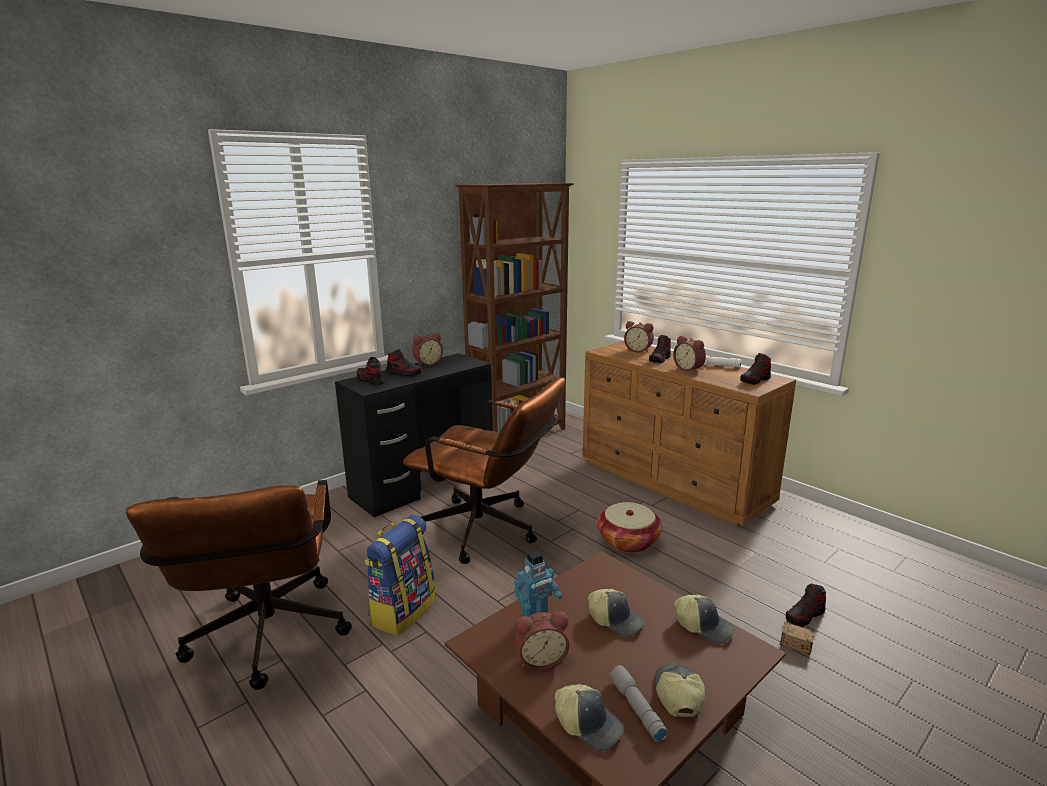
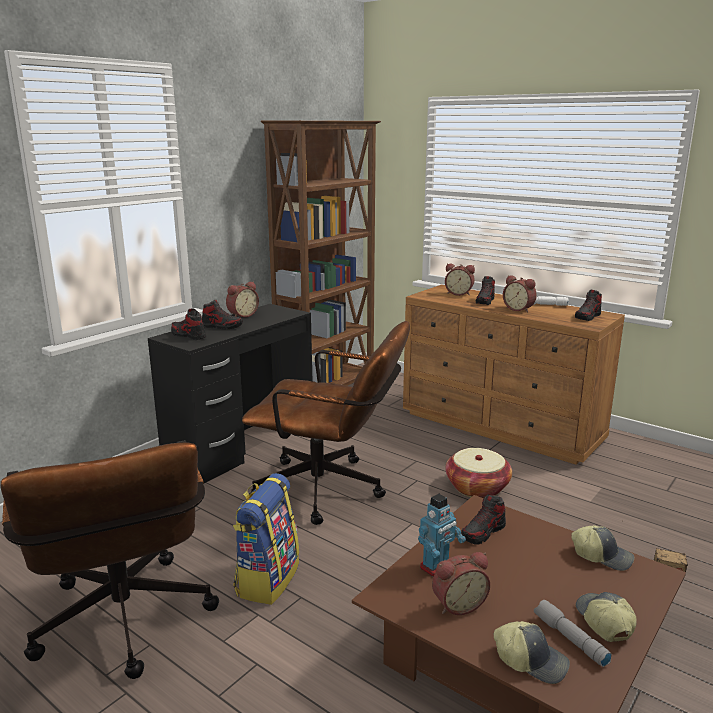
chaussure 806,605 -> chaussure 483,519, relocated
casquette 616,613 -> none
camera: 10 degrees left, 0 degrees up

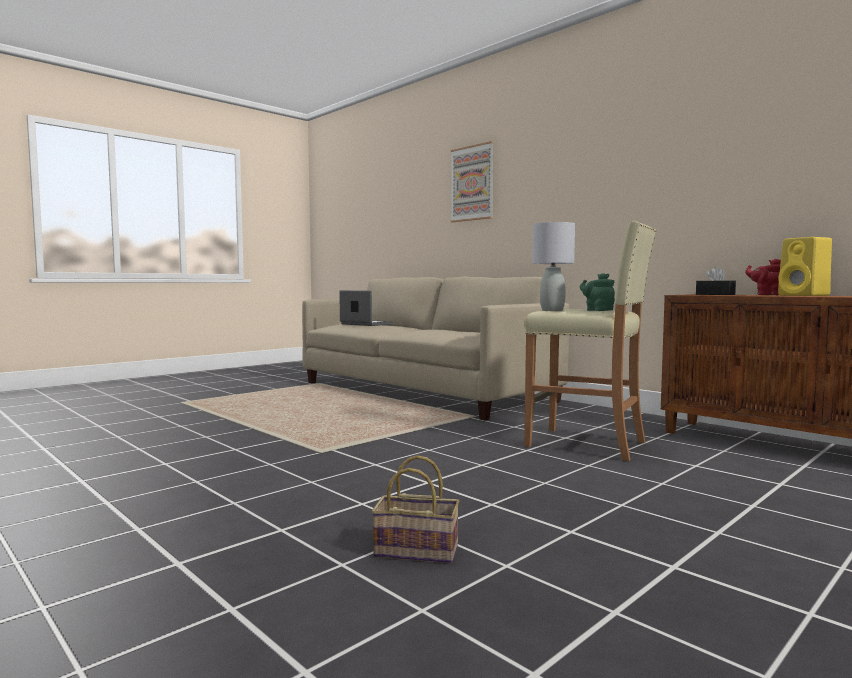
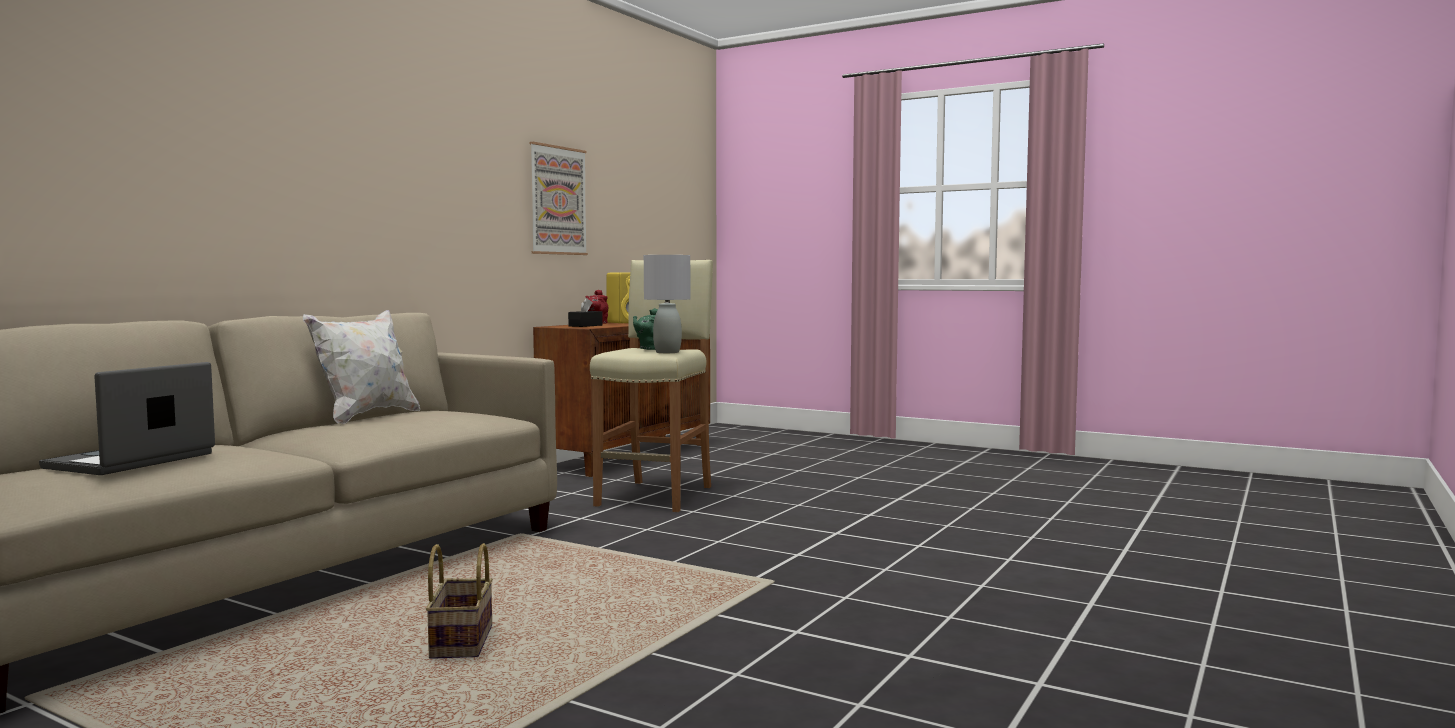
tableau 472,181 -> tableau 559,198, relocated
panier 415,509 -> panier 459,601, relocated
none -> coussin (blanc) 361,367
camera: 105 degrees left, 0 degrees up

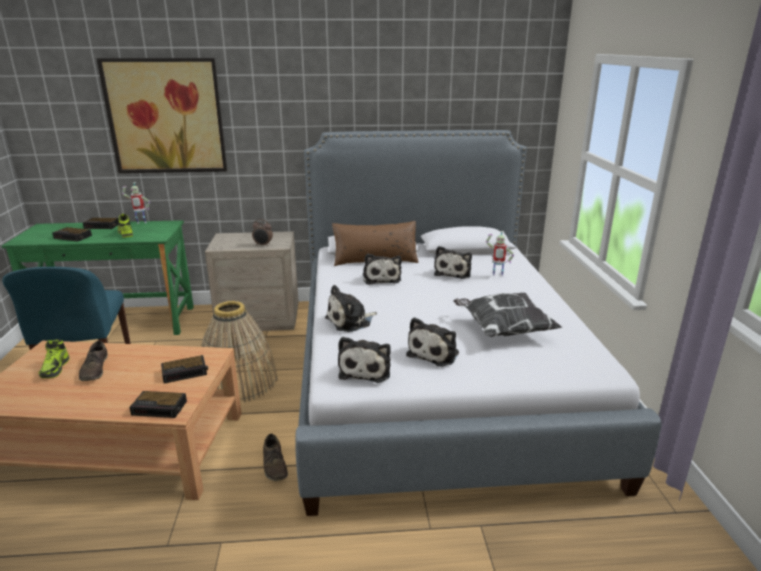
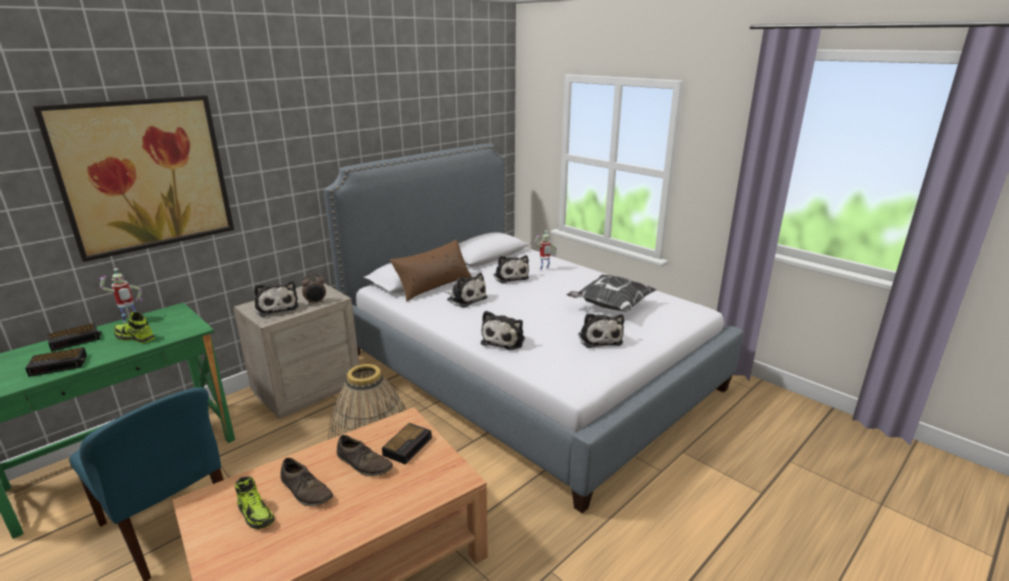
peluche 364,360 -> peluche 276,299, relocated
réveil 158,404 -> none
chaussure (marron) 275,457 -> chaussure (marron) 365,455, relocated
camera: 40 degrees left, 0 degrees up

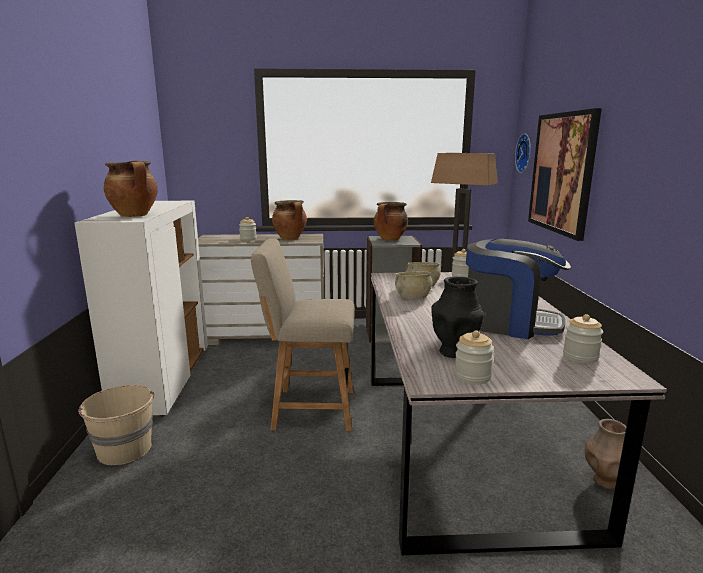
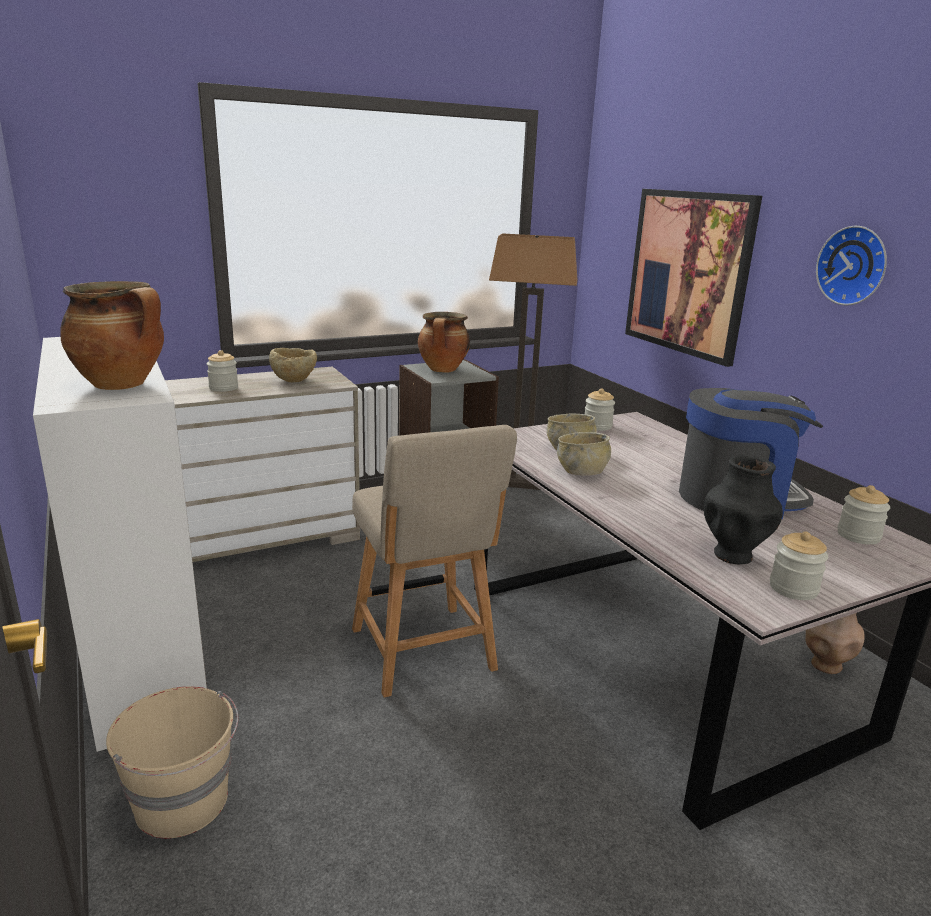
horloge murale 523,153 -> horloge murale 851,266, relocated
marmite 289,220 -> bol (beige) 293,365
chaise (beige) 303,334 -> chaise (beige) 434,561, 90 degrees counterclockwise
camera: 25 degrees left, 5 degrees up

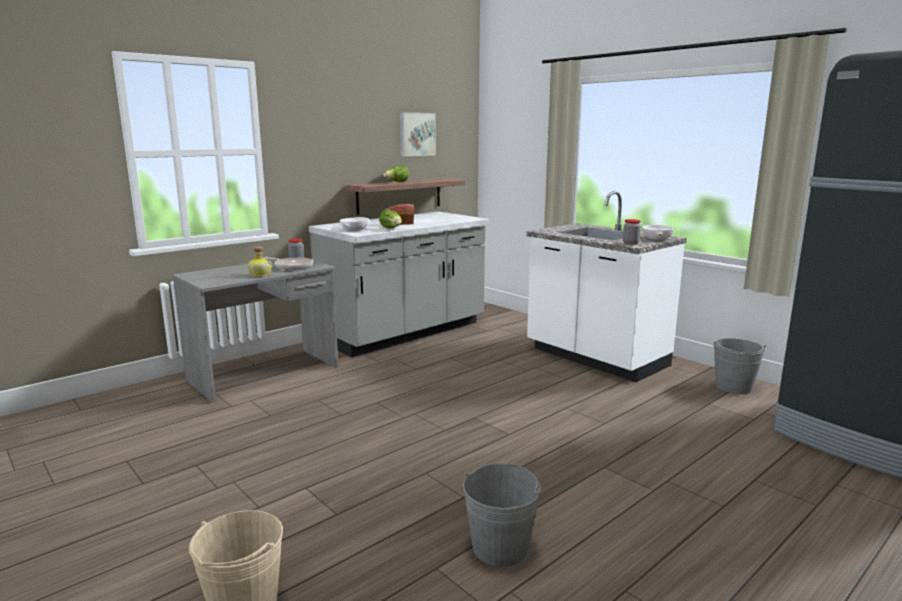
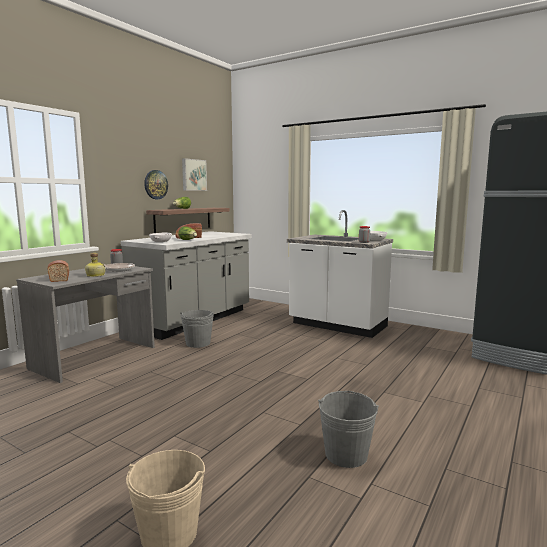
seau (gris) 740,366 -> seau (gris) 197,329, relocated
none -> horloge murale 156,184
none -> pain 58,271
camera: 15 degrees left, 5 degrees down

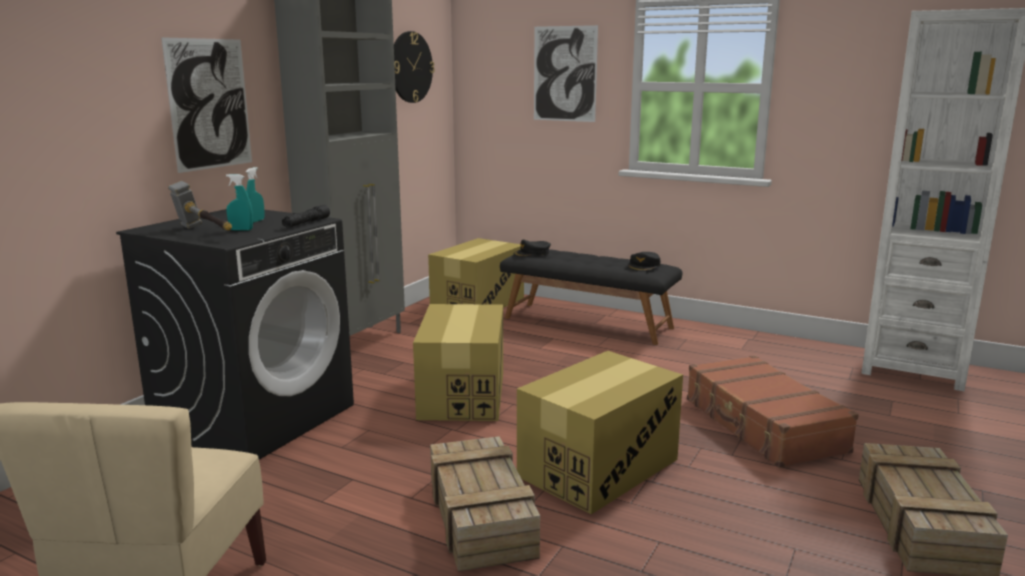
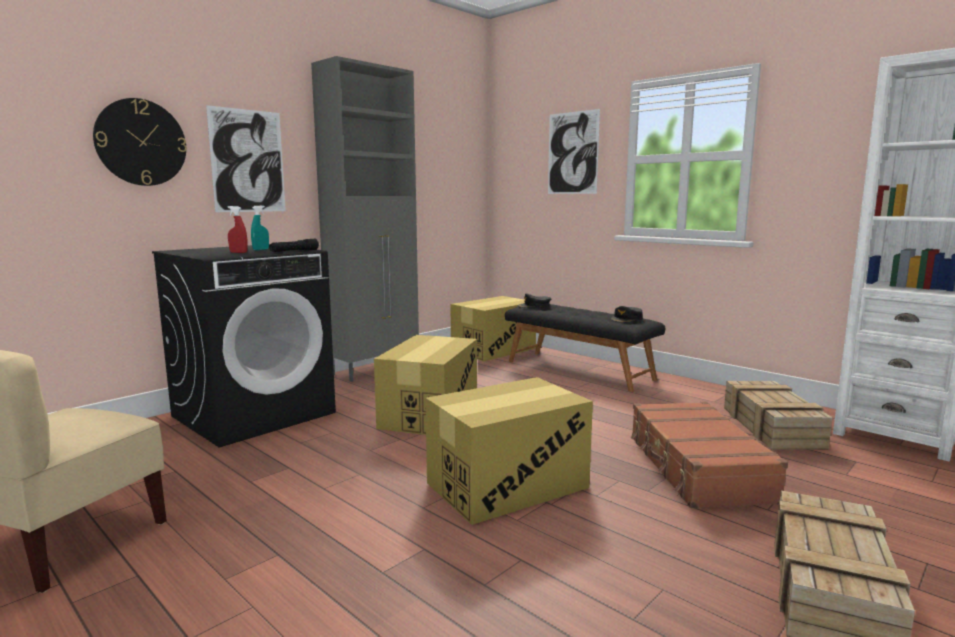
horloge murale 414,67 -> horloge murale 140,142, relocated
vaporisateur (turquoise) 239,202 -> vaporisateur (rouge) 238,229
marteau 200,206 -> none
caisse 485,504 -> caisse 778,415, relocated
camera: 15 degrees right, 5 degrees down

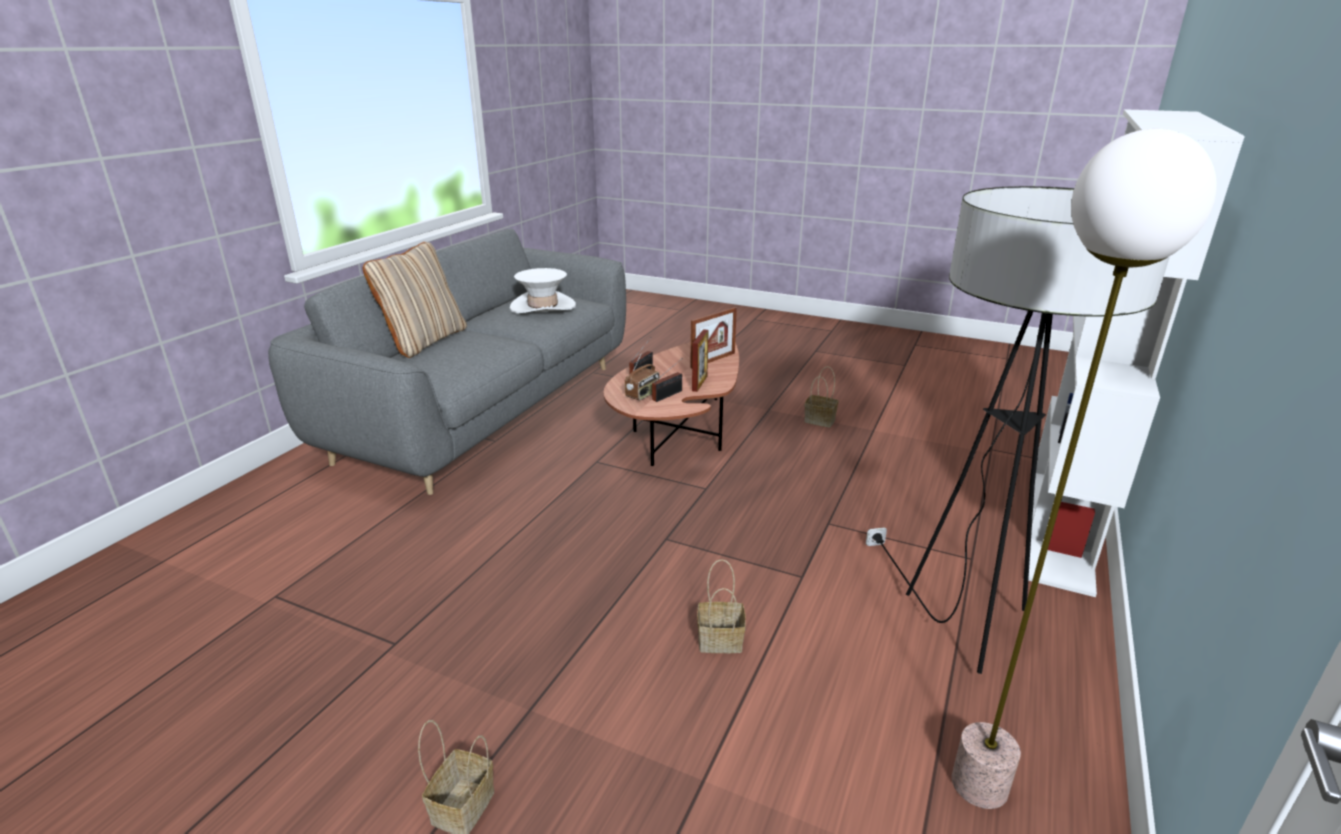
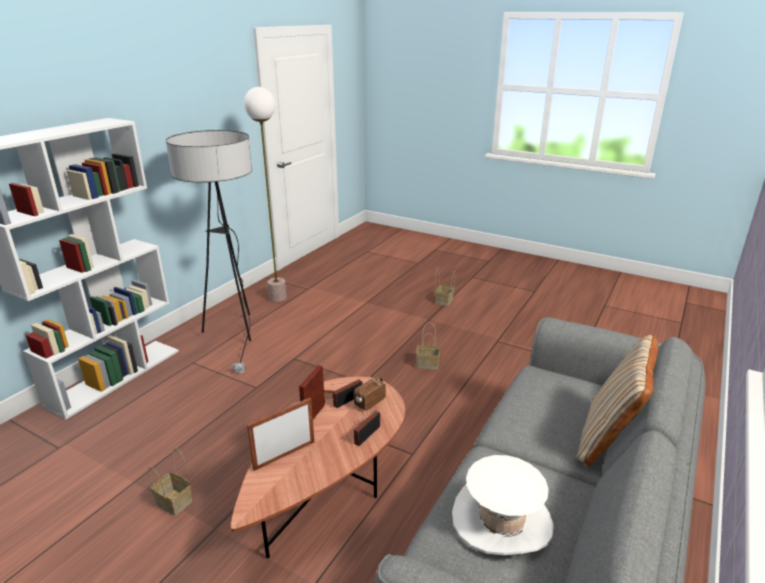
panier 721,606 -> panier 428,346, relocated
camera: 175 degrees left, 0 degrees up

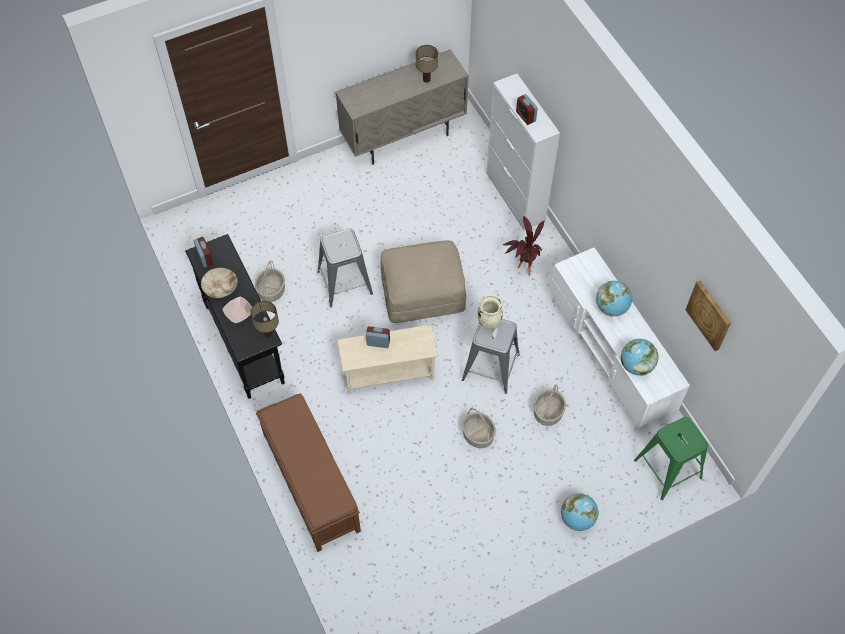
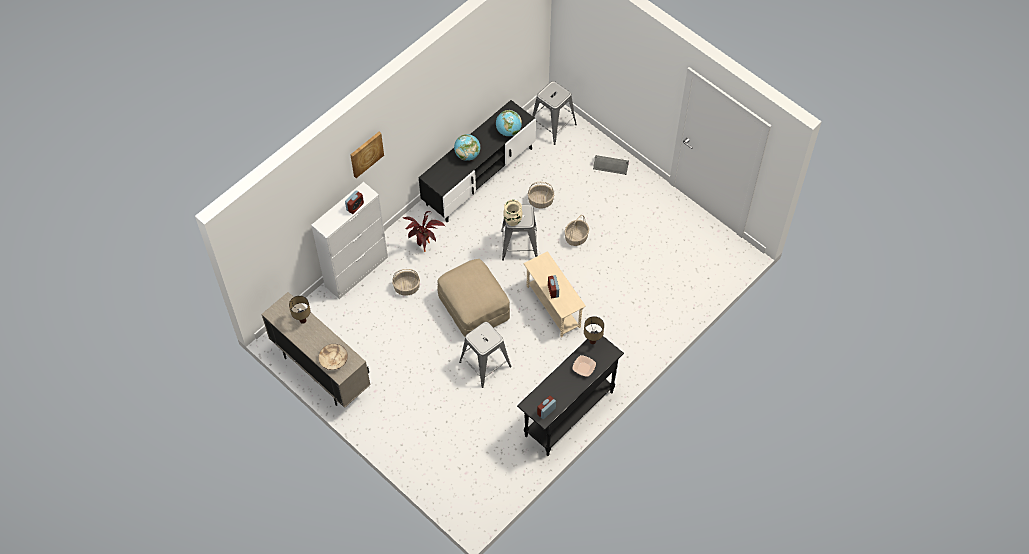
meuble télé (blanc) 620,339 -> meuble télé (noir) 477,161
panier 270,281 -> panier 406,282, relocated
bol (beige) 219,283 -> bol (beige) 333,357, relocated
tableau 708,316 -> tableau 367,155, relocated
banc (marron) 308,472 -> none
tabouret (vert) 671,458 -> tabouret (gris) 554,113
globe 579,512 -> enceinte (gris) 611,165
camera: 110 degrees left, 0 degrees up

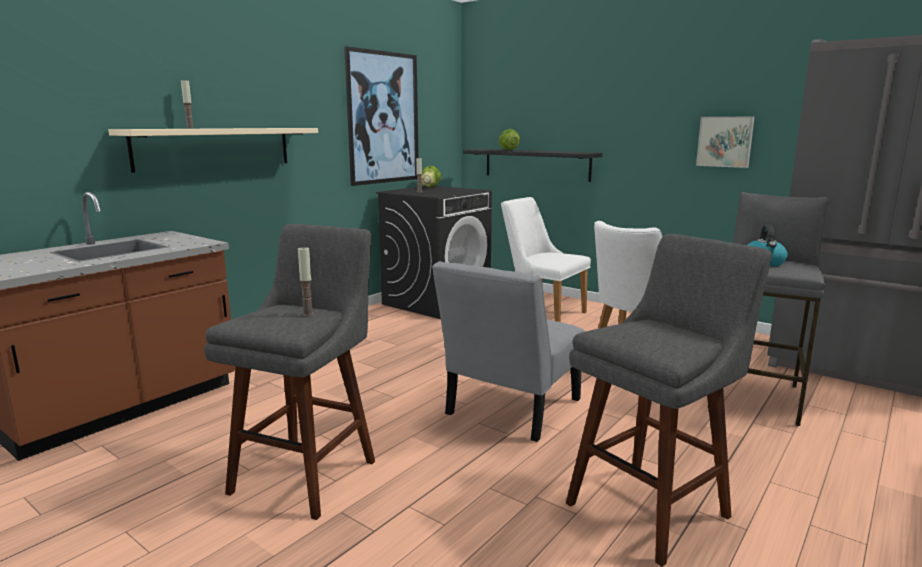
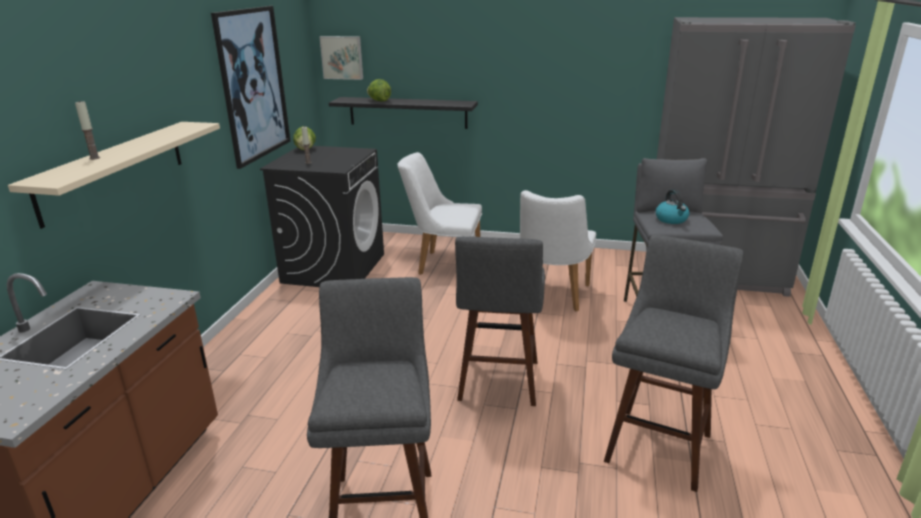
tableau 725,142 -> tableau 341,58, relocated
bougie 306,281 -> none
chaise (gris) 508,351 -> tabouret (gris) 500,321
camera: 25 degrees left, 10 degrees up

